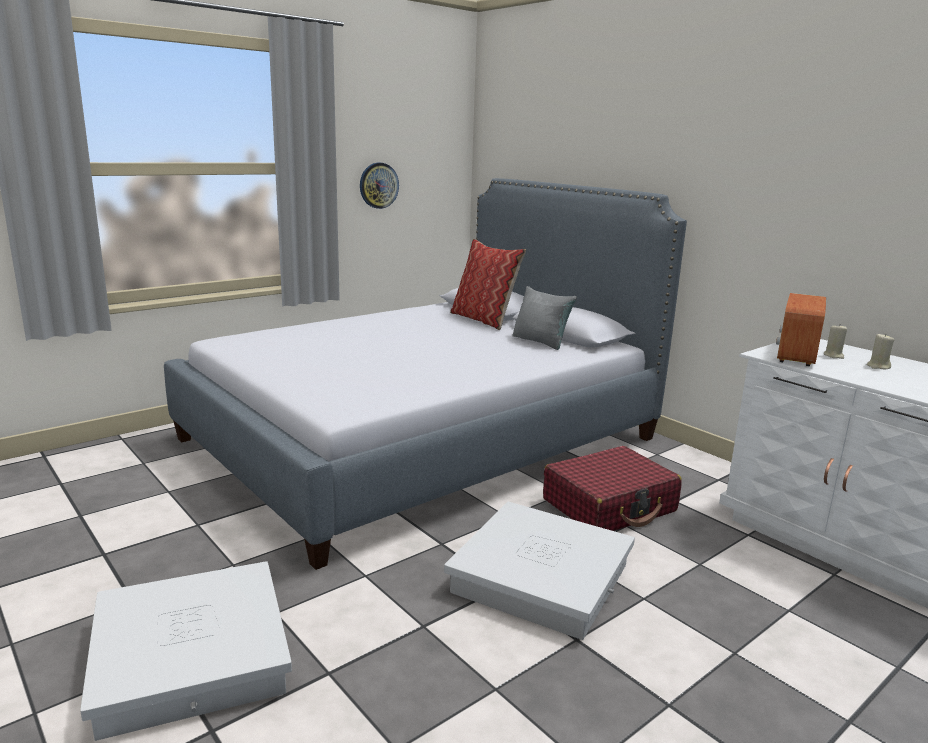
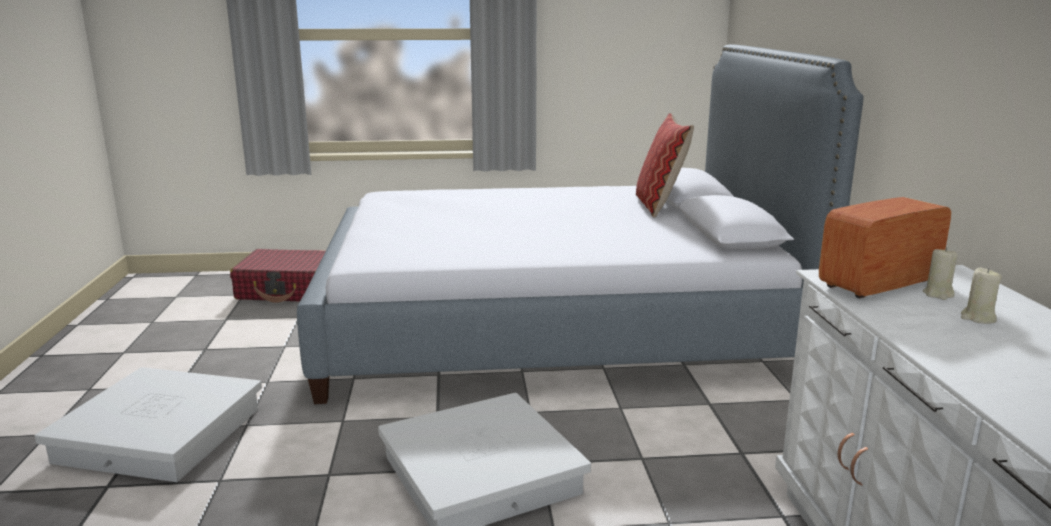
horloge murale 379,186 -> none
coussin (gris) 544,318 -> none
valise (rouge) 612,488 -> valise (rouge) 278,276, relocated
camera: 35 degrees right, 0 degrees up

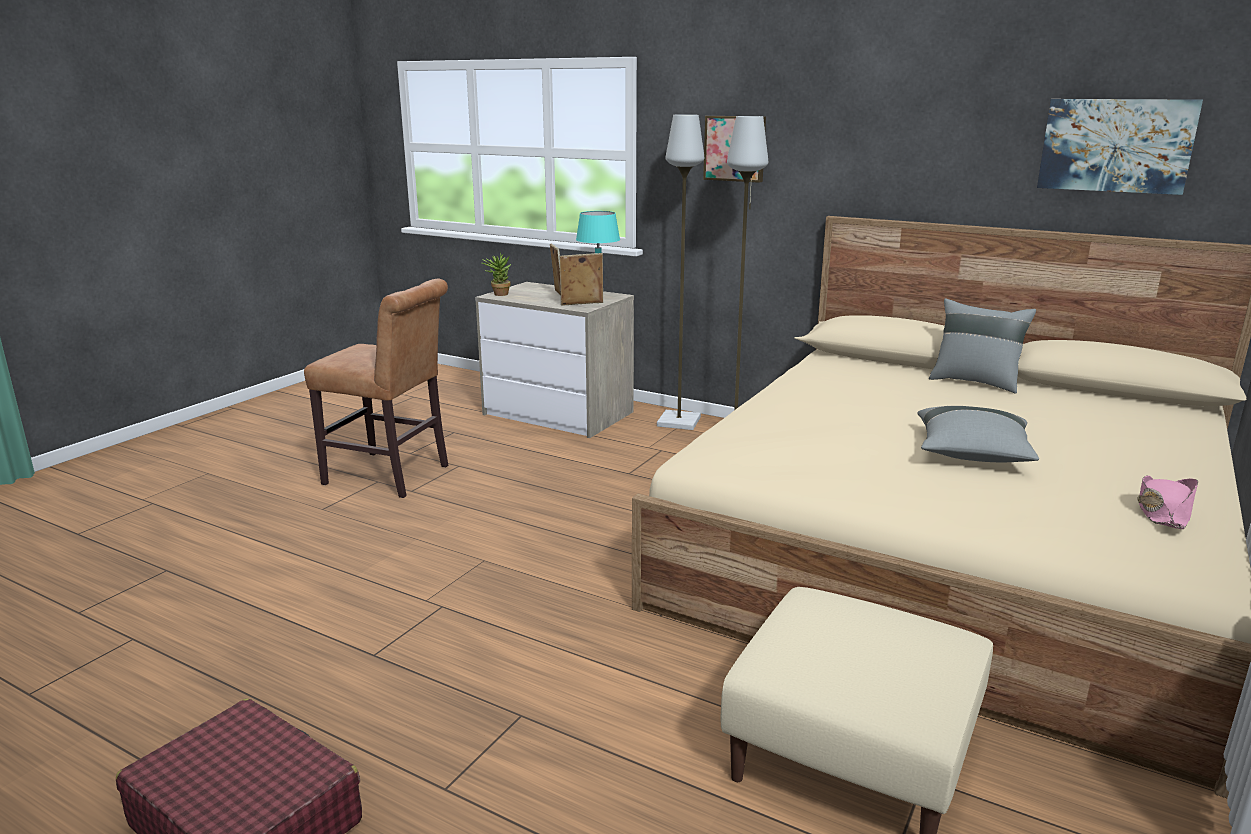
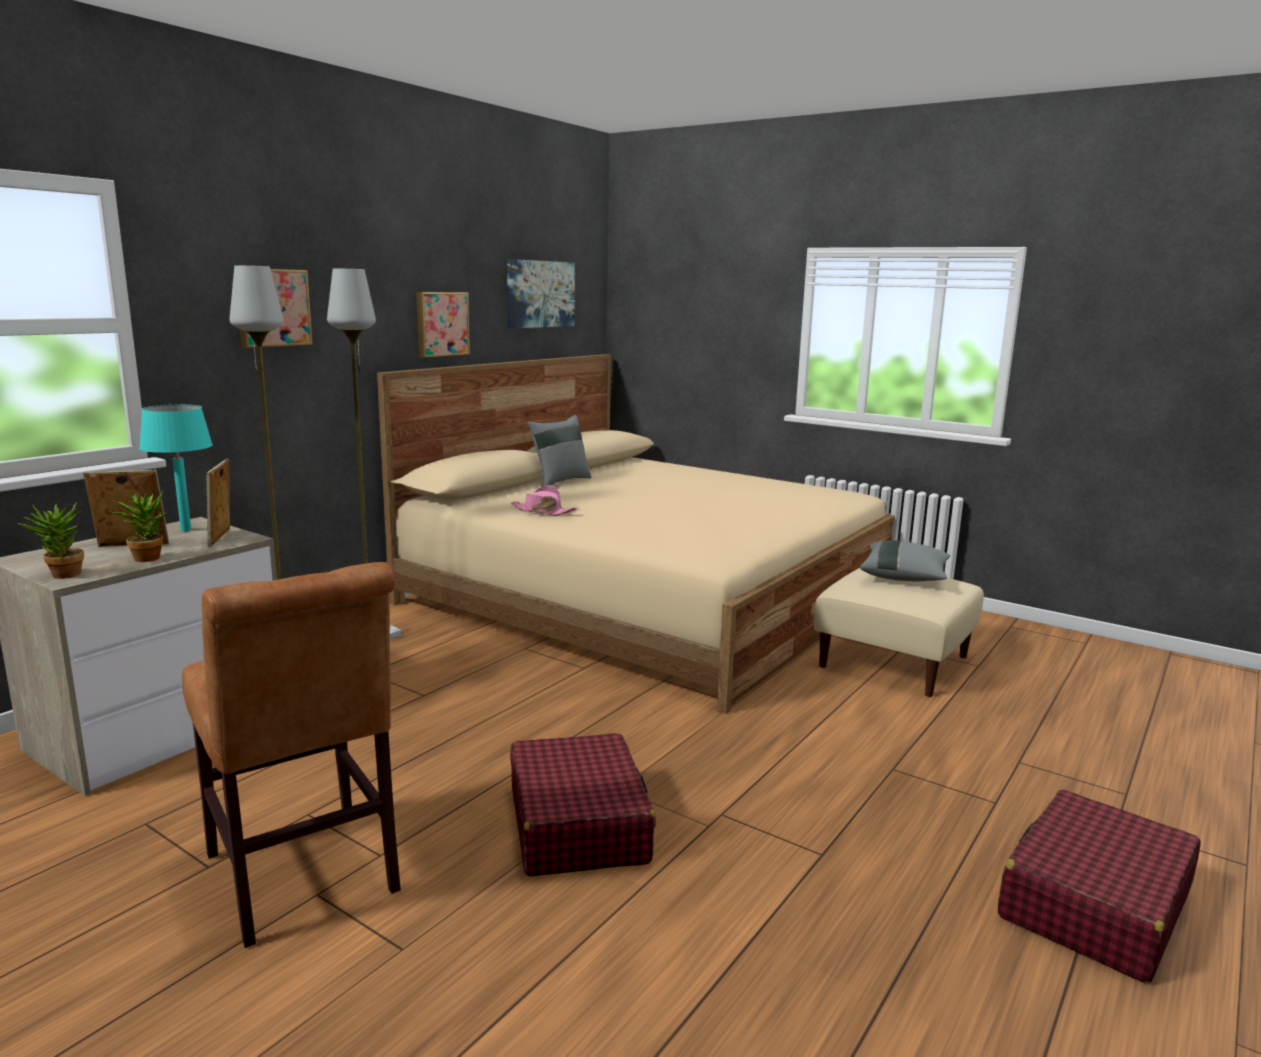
chaise (marron) 376,388 -> chaise (marron) 291,755, 120 degrees clockwise
coussin (gris) 978,434 -> coussin (gris) 905,560, relocated
chapeau (rose) 1167,502 -> chapeau (rose) 544,500, relocated
none -> tableau 443,325
none -> plante en pot 140,525
none -> valise (rouge) 583,805
camera: 85 degrees left, 5 degrees down

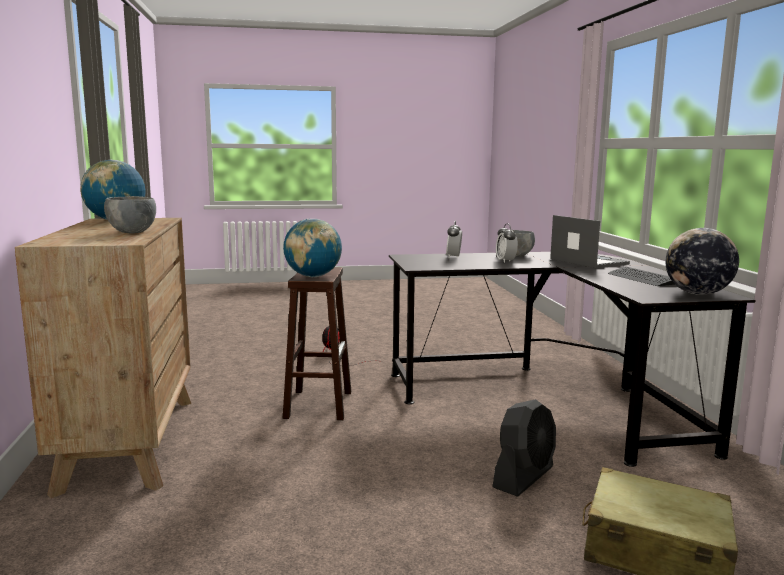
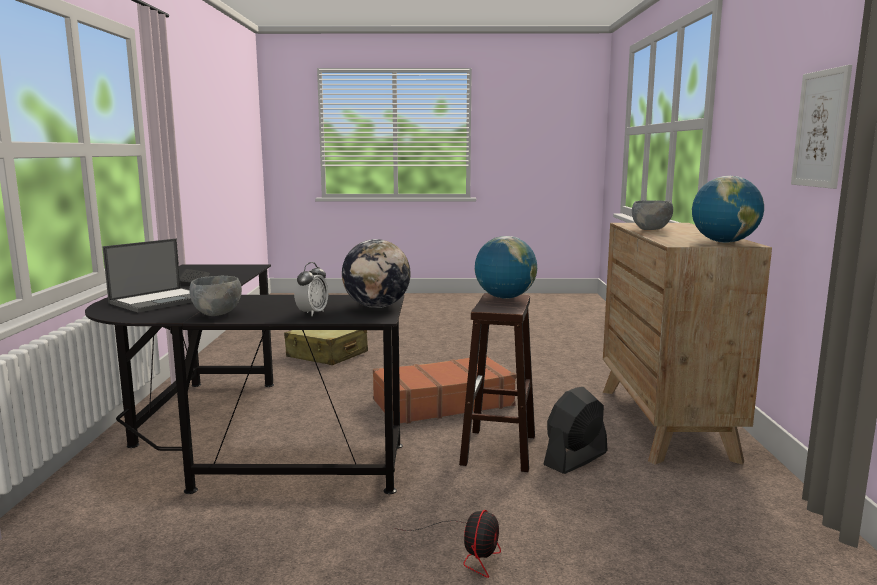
ordinateur portable 590,241 -> ordinateur portable 147,276, 120 degrees counterclockwise
réveil 507,243 -> none
globe 702,261 -> globe 376,273, relocated
ventilateur (noir) 524,448 -> ventilateur (noir) 575,430, relocated
none -> tableau 821,127
none -> valise (marron) 444,390
camera: 170 degrees left, 0 degrees up

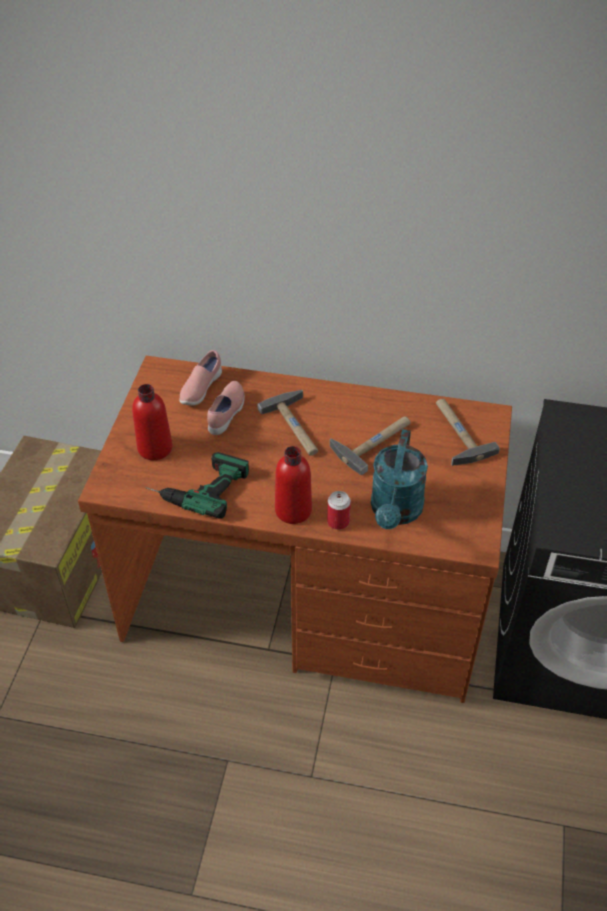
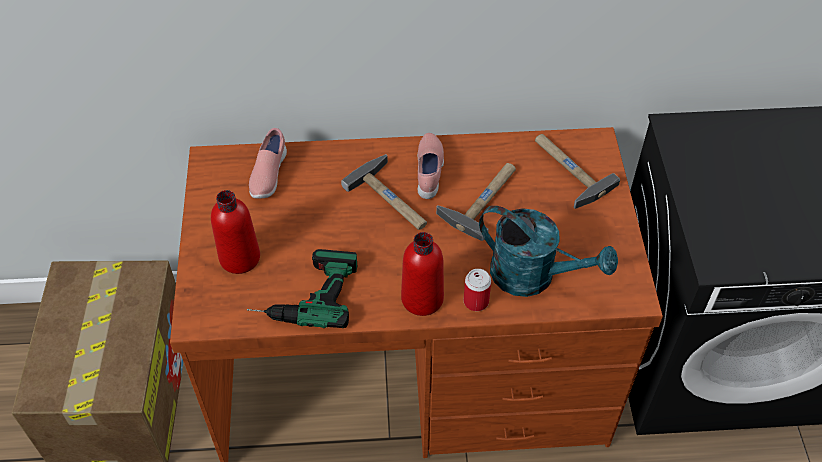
chaussure (rose) 226,408 -> chaussure (rose) 431,166, relocated
arrosoir (turquoise) 399,479 -> arrosoir (turquoise) 548,251, 60 degrees counterclockwise
camera: 15 degrees left, 5 degrees up

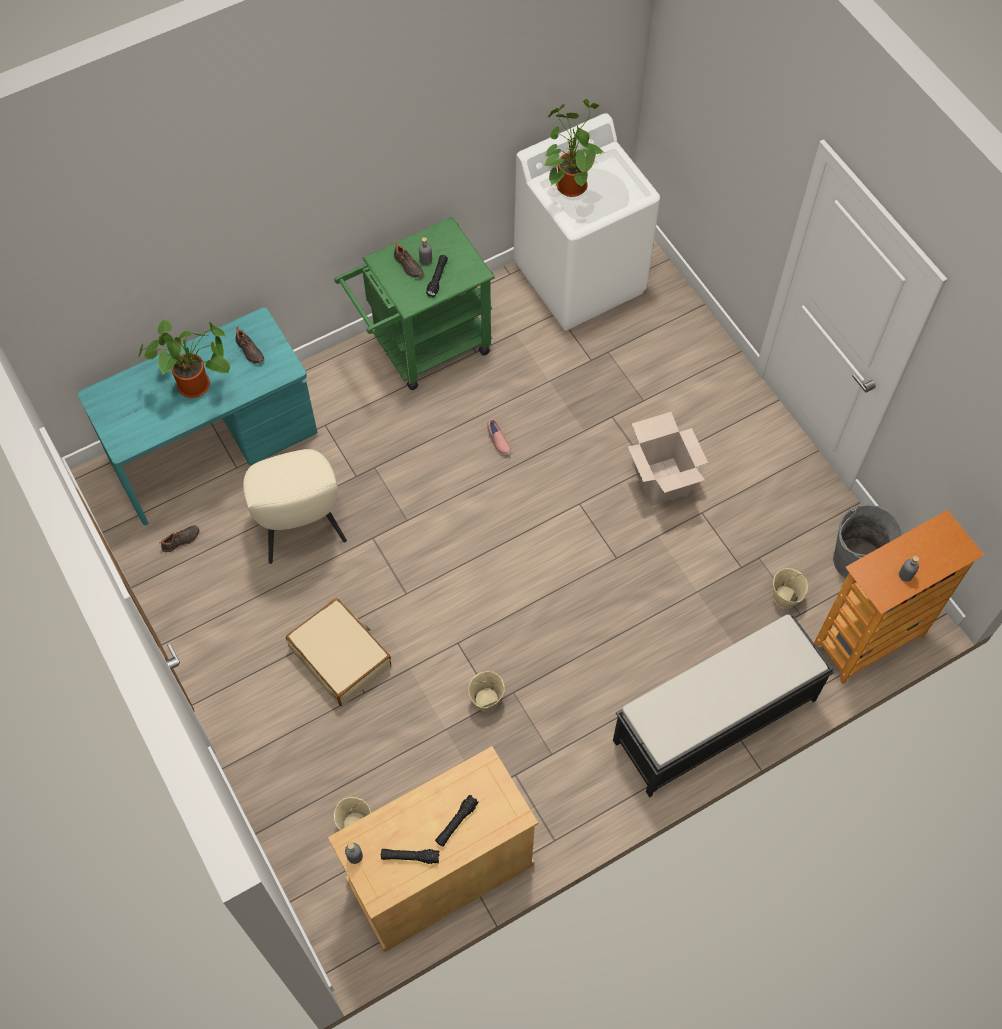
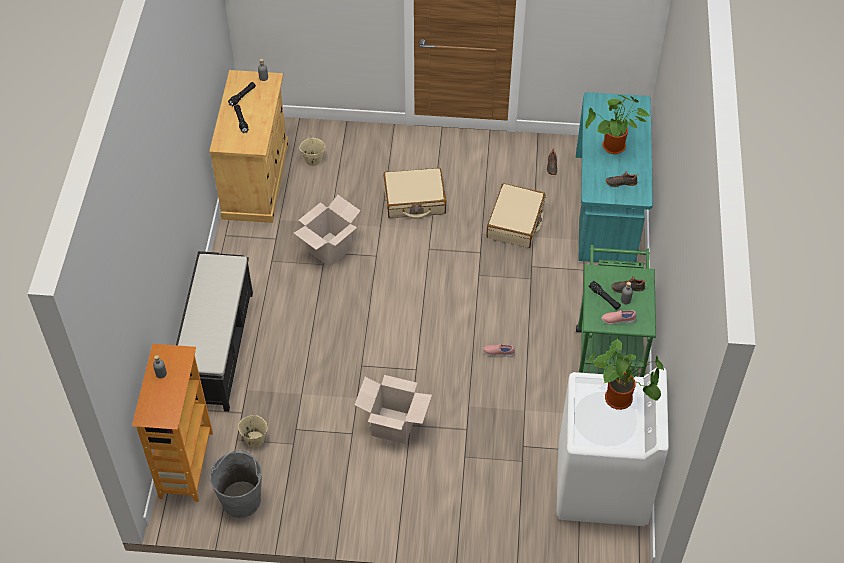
chaise (beige) 295,506 -> valise (beige) 516,215
seau (beige) 486,691 -> carton 327,231
none -> chaussure (rose) 619,317
camera: 125 degrees right, 10 degrees down

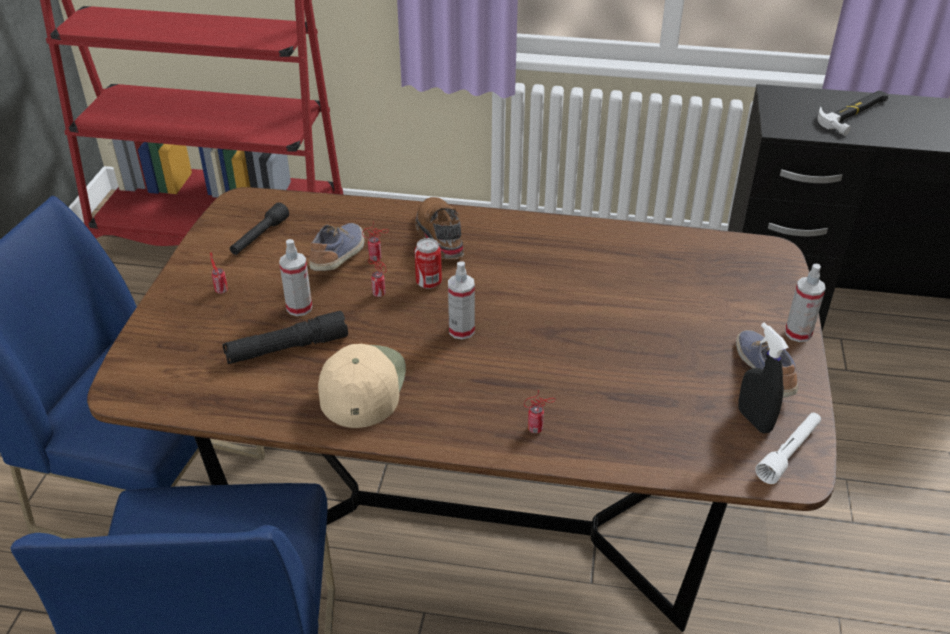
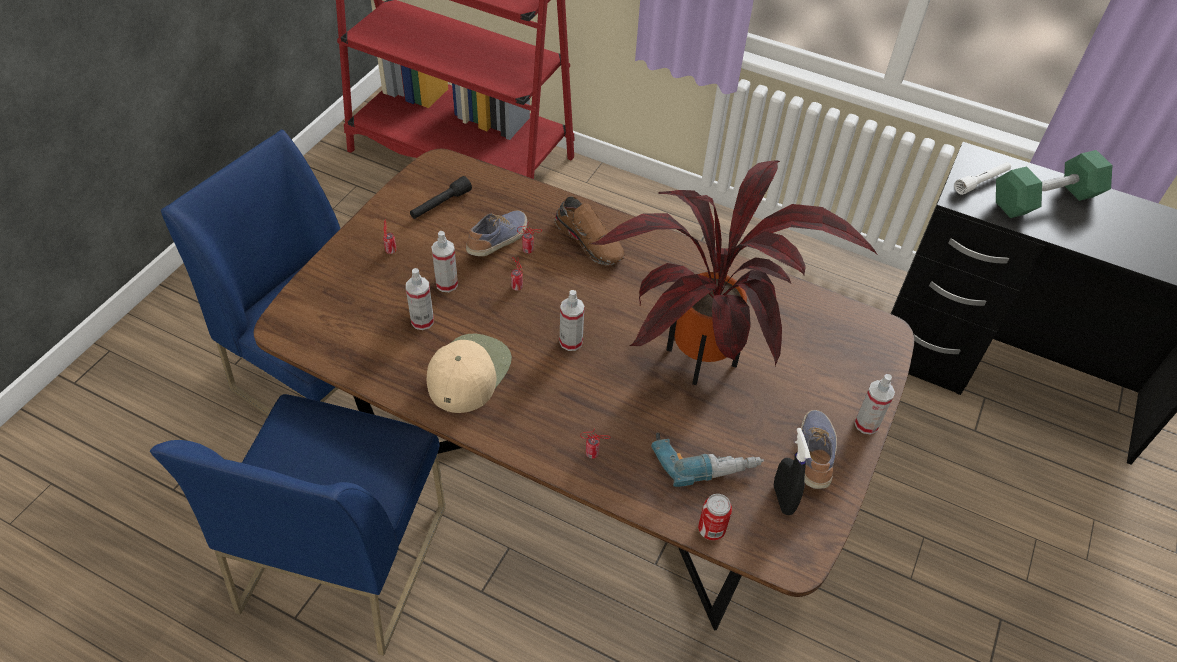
marteau 852,113 -> haltère (vert) 1054,184
chaussure (marron) 439,228 -> chaussure (marron) 589,230, 135 degrees clockwise
boîte métallique 428,263 -> boîte métallique 715,517, relocated
lampe de poche (noir) 285,337 -> vaporisateur 420,299
lampe de poche (blanc) 788,448 -> lampe de poche (blanc) 982,178, relocated
none -> plante en pot 734,273
none -> perceuse 707,460
camera: 15 degrees right, 10 degrees up

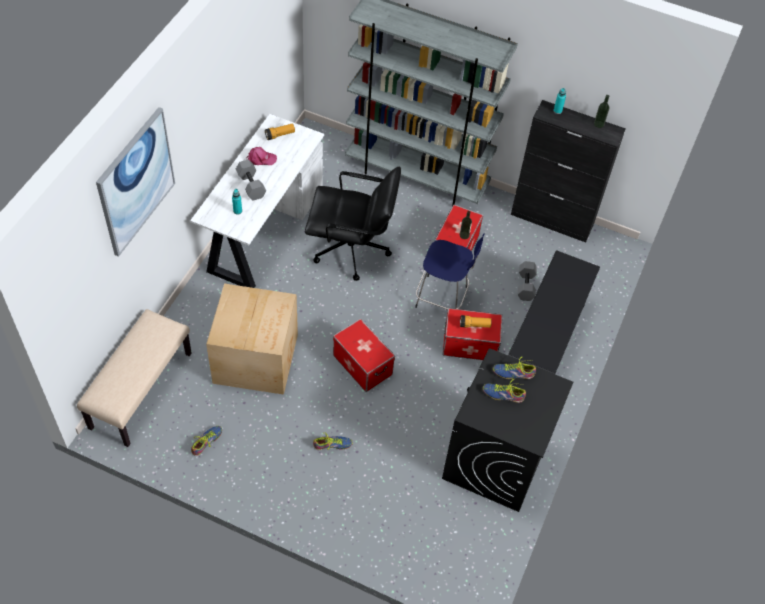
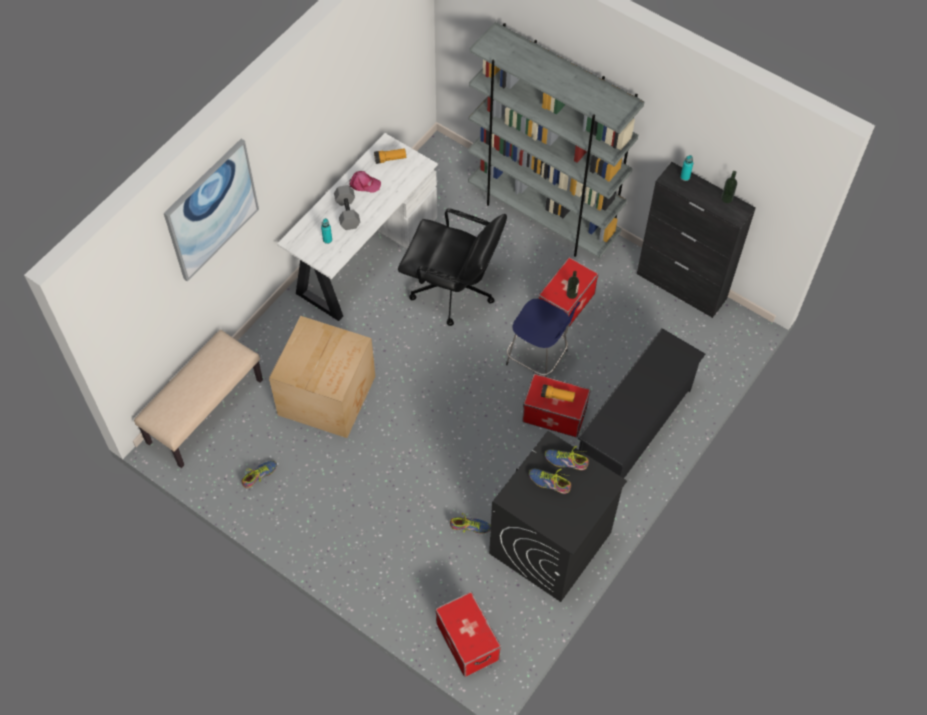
haltère (gris) 527,281 -> none
boîte de rangement 364,355 -> boîte de rangement 468,634, relocated
chaussure 333,441 -> chaussure 470,523, relocated
camera: 15 degrees right, 5 degrees up

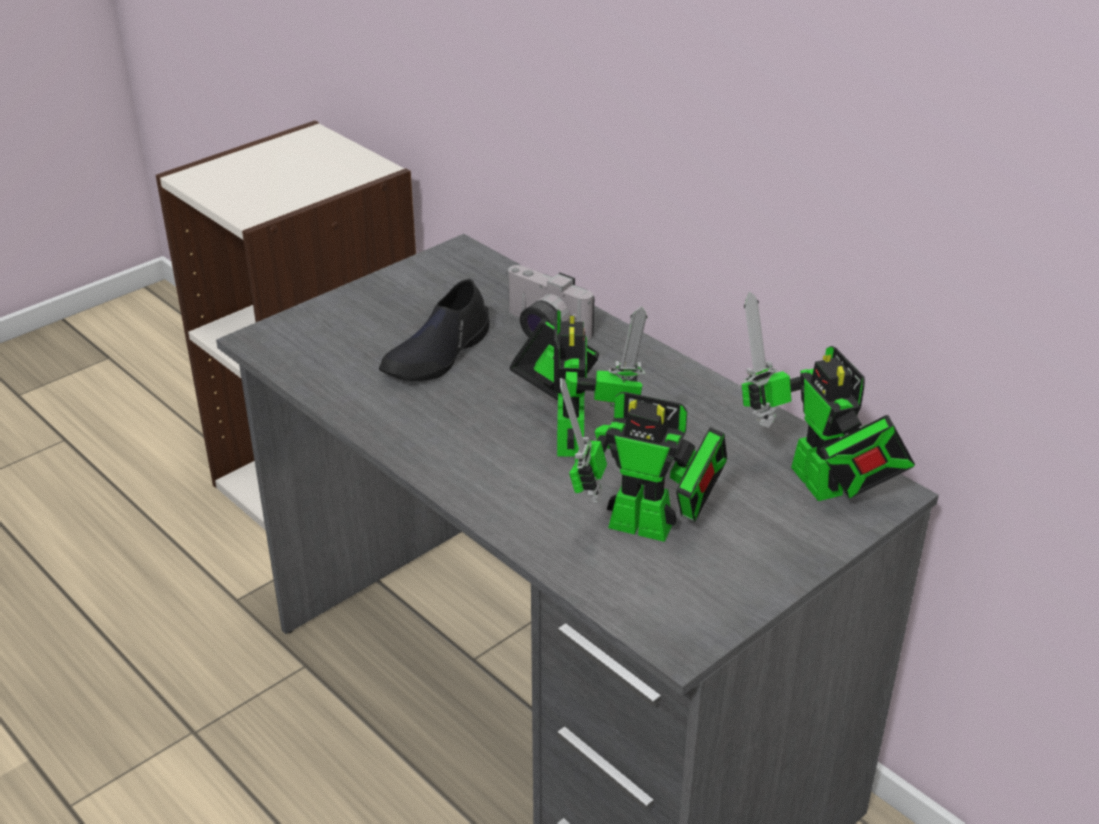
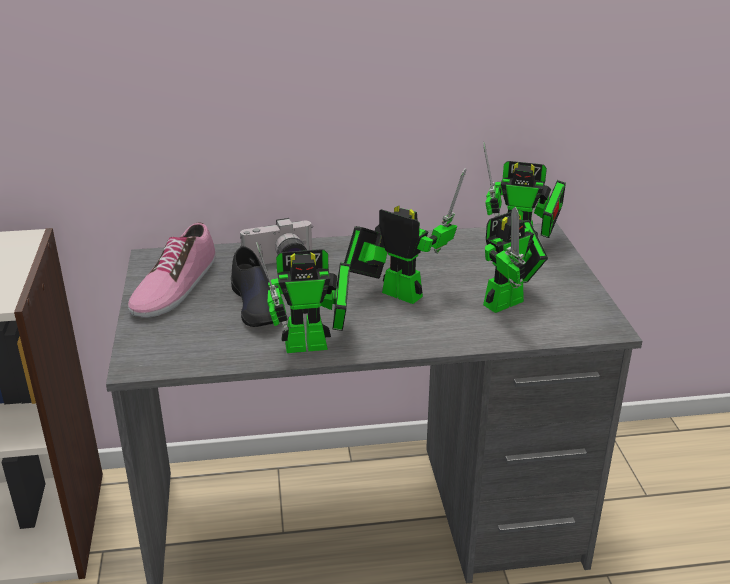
none -> chaussure 171,270
none -> robot jouet 303,297
camera: 55 degrees left, 5 degrees down

